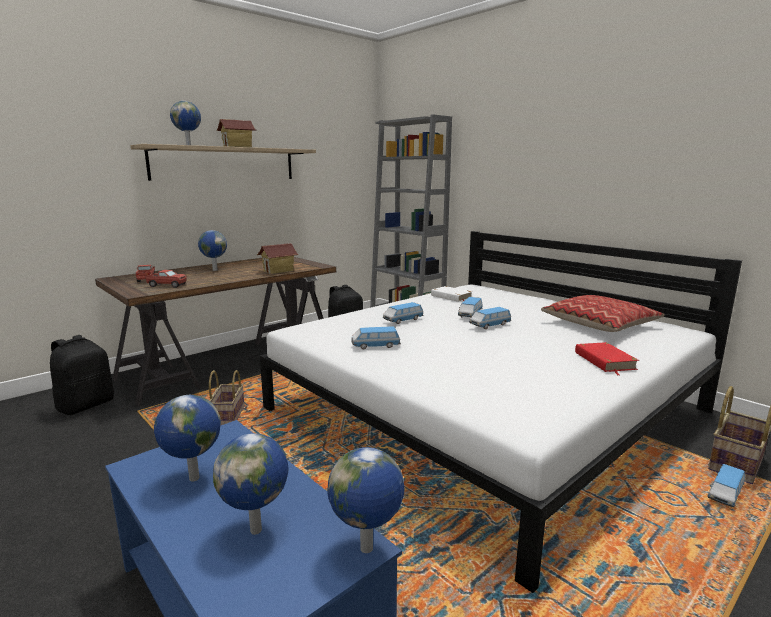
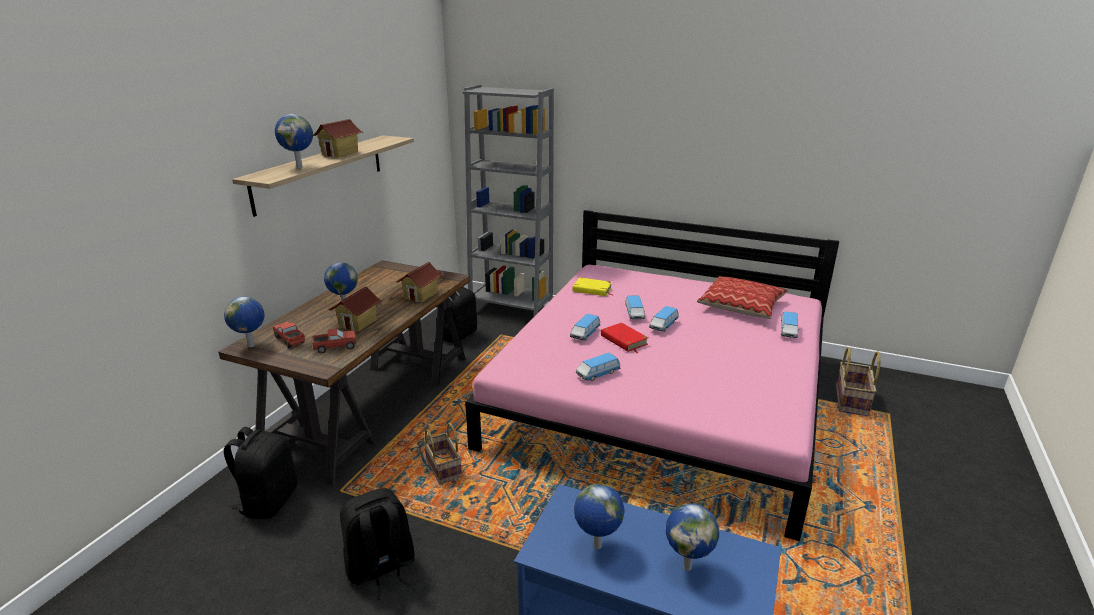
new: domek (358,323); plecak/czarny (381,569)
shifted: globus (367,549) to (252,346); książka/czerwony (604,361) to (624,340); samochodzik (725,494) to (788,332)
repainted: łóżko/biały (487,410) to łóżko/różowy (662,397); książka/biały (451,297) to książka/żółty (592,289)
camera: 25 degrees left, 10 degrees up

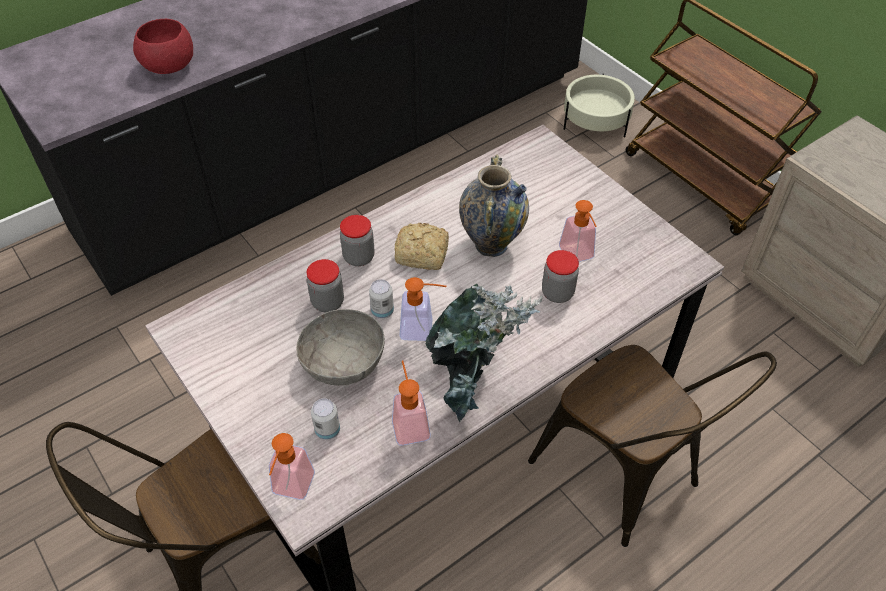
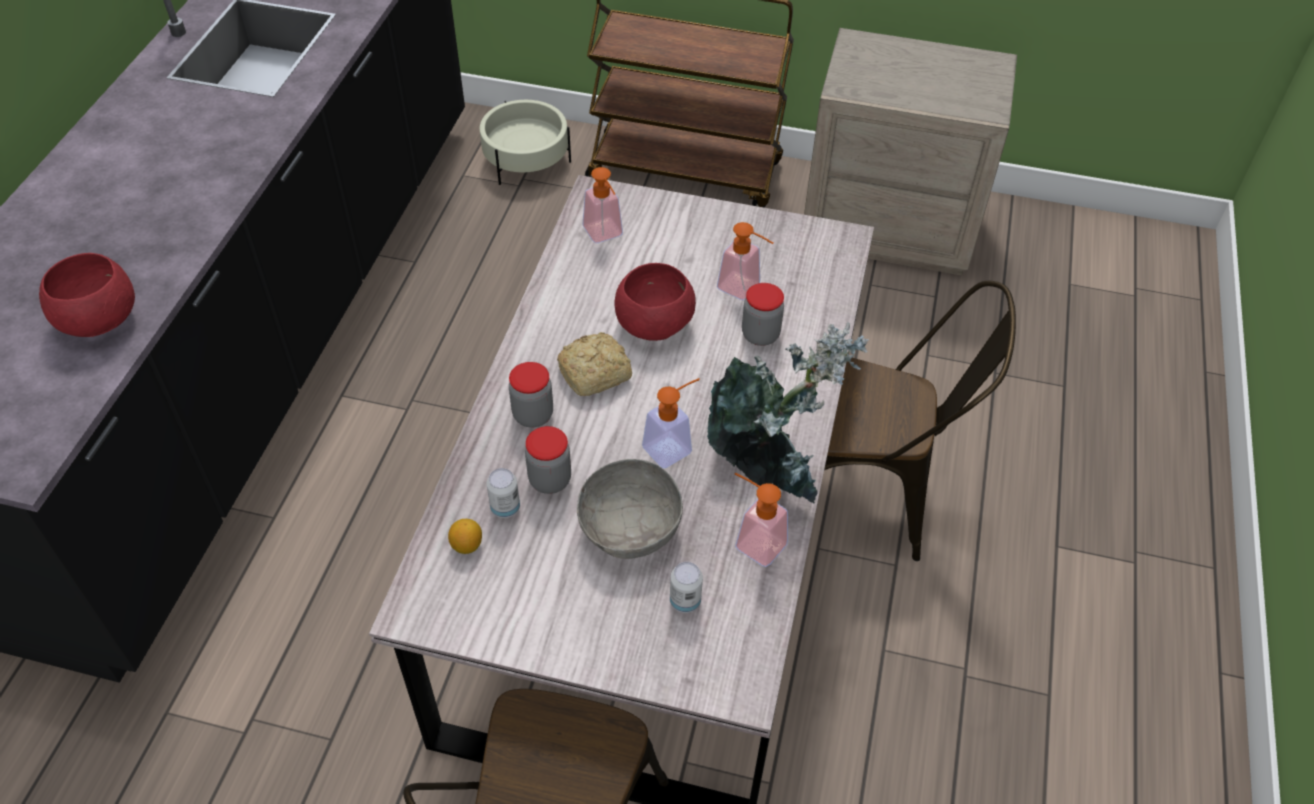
new: cytryna (467,545)
shifted: dozownik mydła (291,490) to (605,235); puszka (382,312) to (505,508)
swapped: wazon (491,244) to miska/czerwony (652,324)
camera: 40 degrees left, 0 degrees up

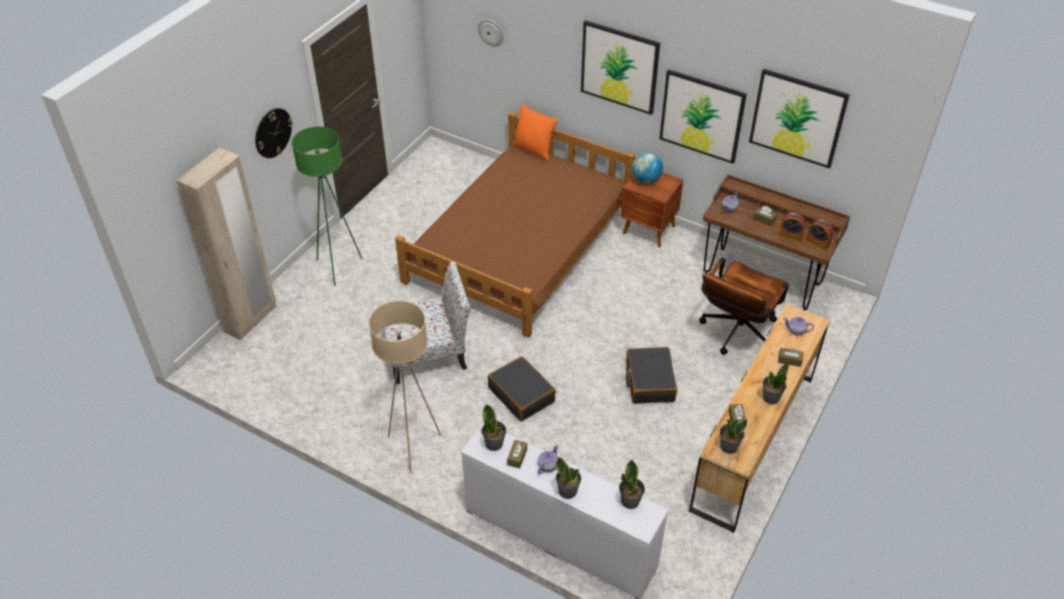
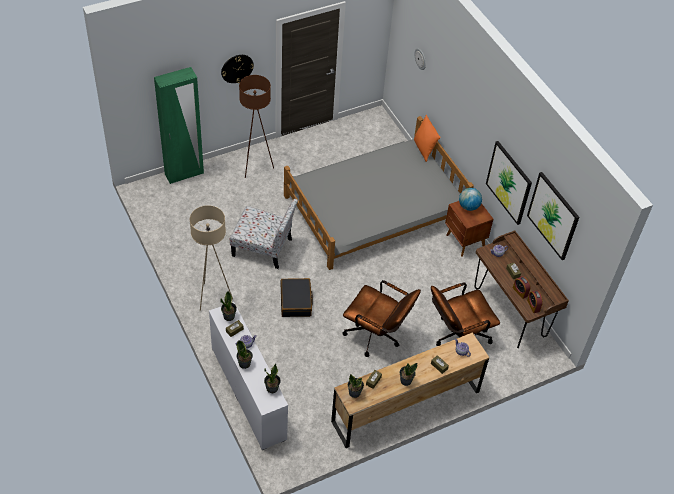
gone: obraz (619,67)
swapped: walizka/czarny (649,381) to krzesło biurowe/brązowy (377,336)
repainted: szafa/beżowy (251,319) to szafa/zielony (184,174); lampa stojąca/zielony (338,267) to lampa stojąca/brązowy (256,167); łóżko/brązowy (519,245) to łóżko/szary (374,208)
camera: 30 degrees right, 5 degrees up

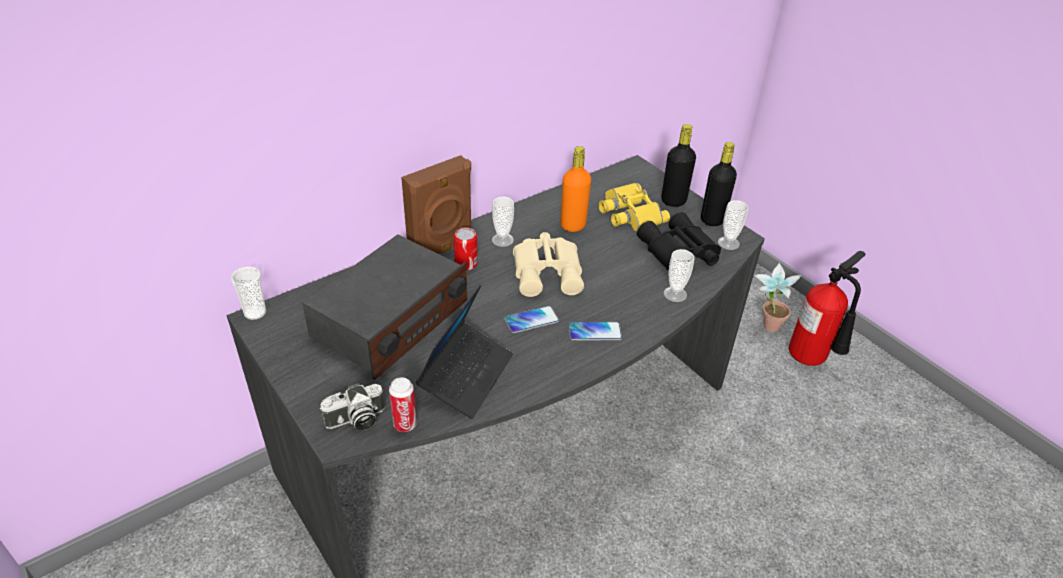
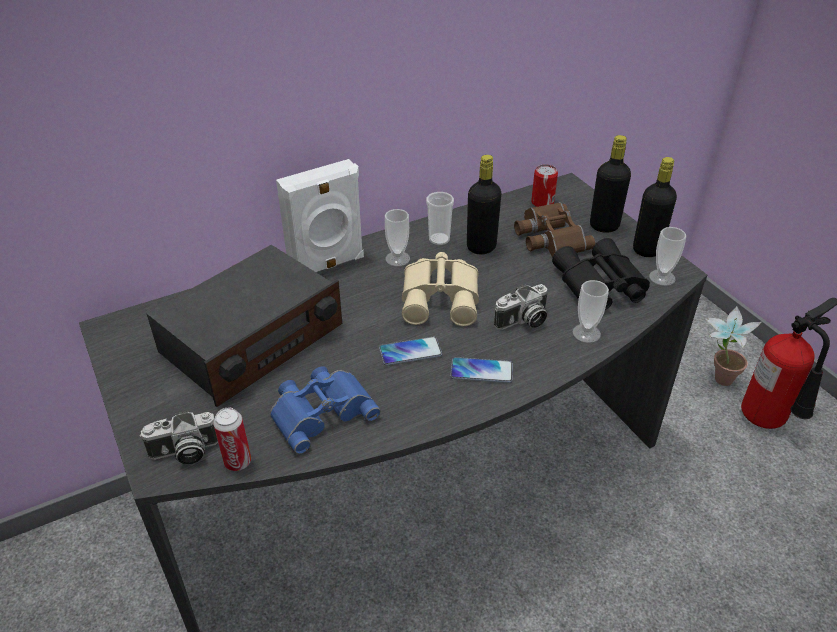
new: aparat fotograficzny (523,321)
shifted: filiżanka (255,313) to (439,239); puszka (466,264) to (542,202)
swapped: laptop (466,375) to lornetka/niebieski (321,411)
repainted: głośnik/brązowy (442,249) to głośnik/biały (327,265); butelka/pomarańczowy (573,225) to butelka/czarny (481,247); lornetka/żółty (629,213) to lornetka/brązowy (549,237)
camera: 10 degrees right, 0 degrees up

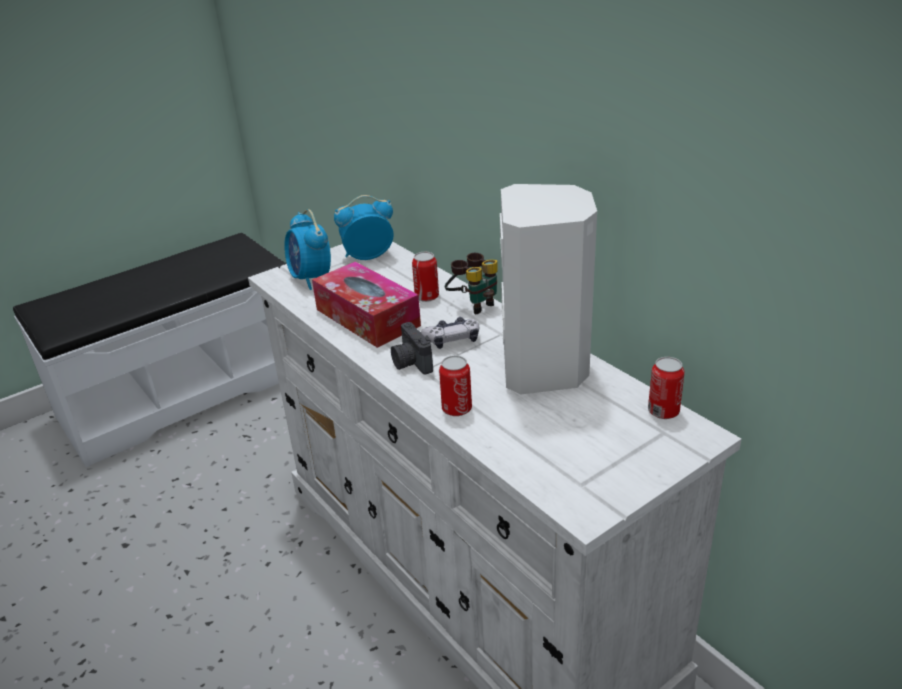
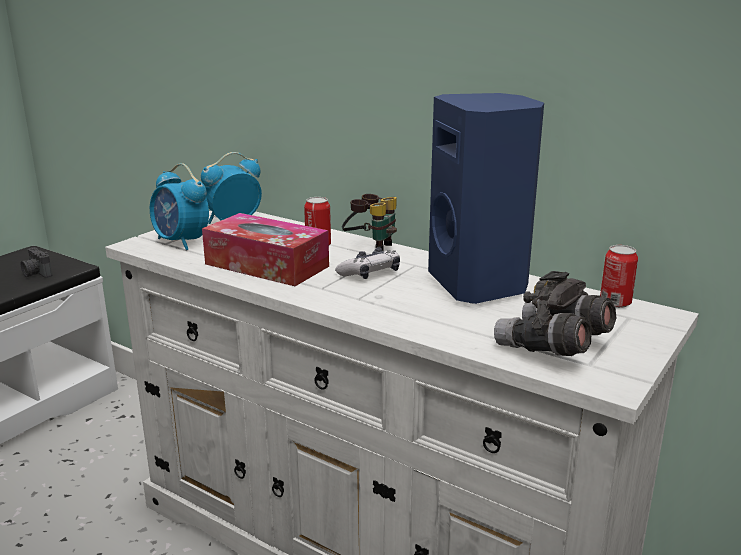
gone: puszka (456,409)
new: lornetka/szary (552,347)
shifted: aparat fotograficzny (410,363) to (36,273)
repainted: głośnik/biały (545,369) to głośnik/niebieski (480,285)
camera: 20 degrees left, 10 degrees down

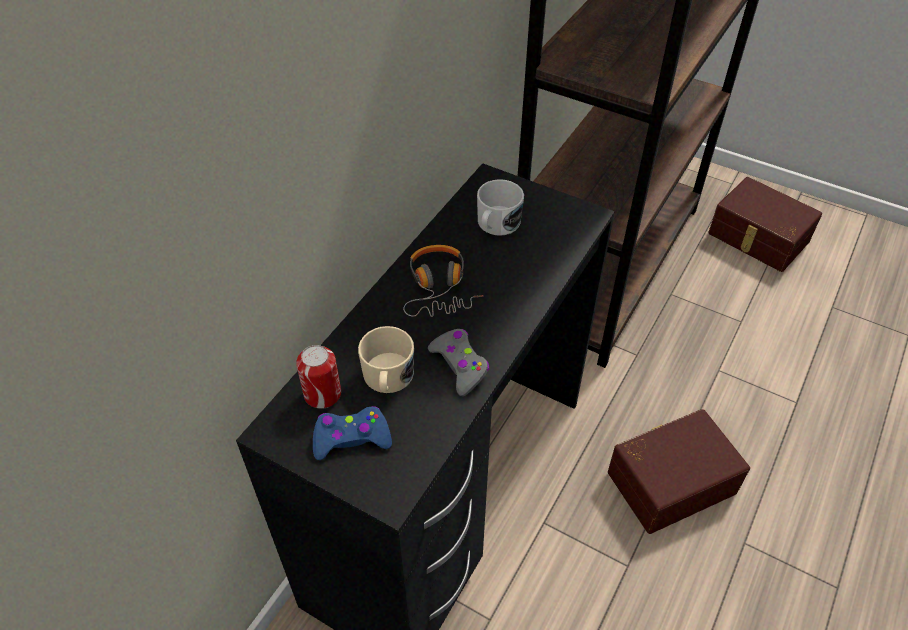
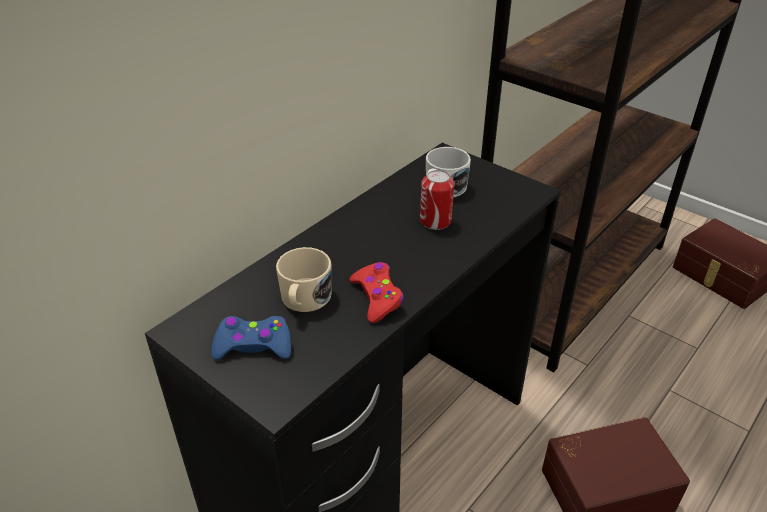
gone: słuchawki (439,288)
shifted: puszka (322,394) to (435,221)
repainted: pad do gier/szary (460,365) to pad do gier/czerwony (377,297)
camera: 10 degrees right, 10 degrees down

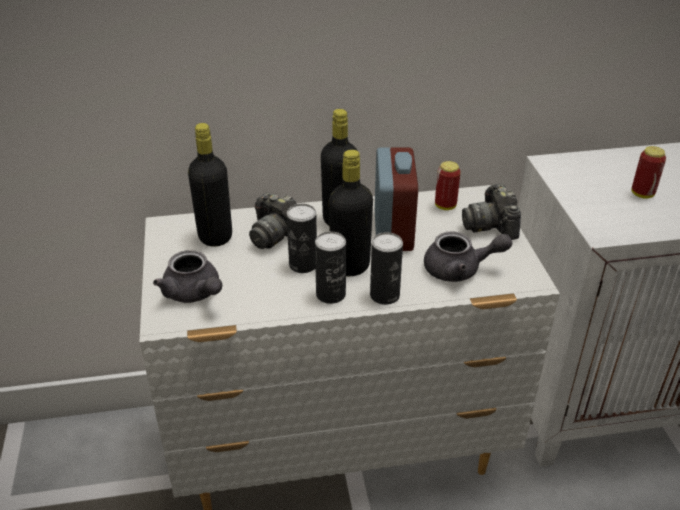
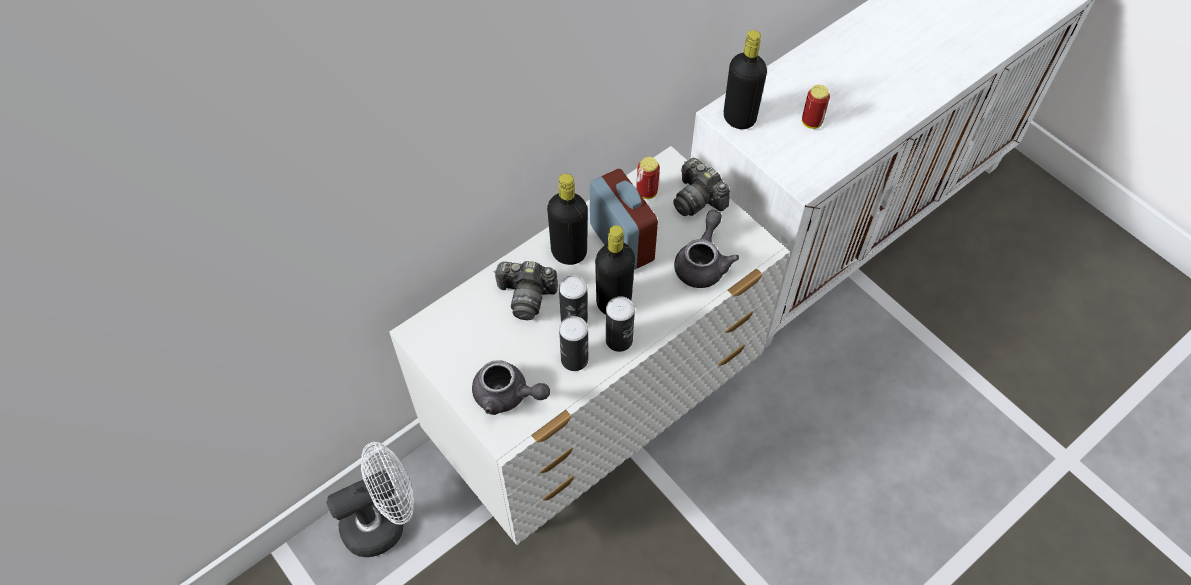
new: wentylator/biały (383,521)
shifted: butelka/czarny (215,237) to (739,118); puszka (384,295) to (574,359)
rotated: imbryk/szary (460,270) = (703,263) 45 degrees counterclockwise
camera: 30 degrees left, 20 degrees up

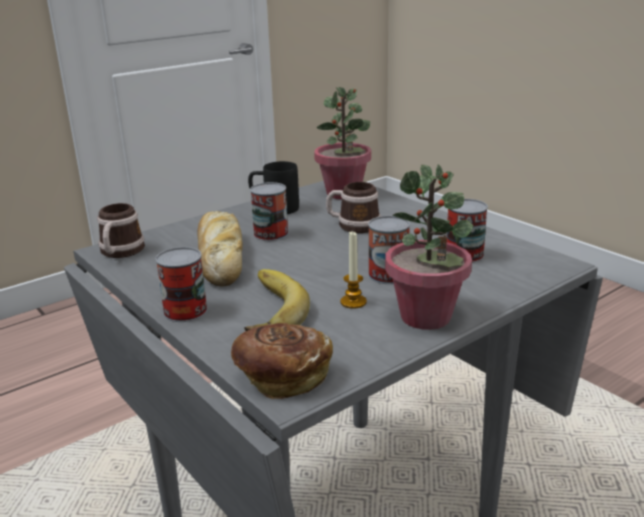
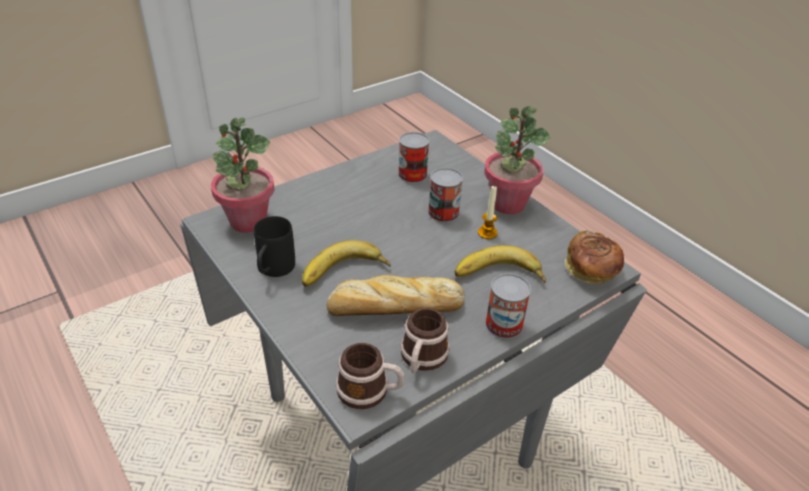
shifted: kubek (353,225) to (422,359)
swapped: puszka (271,234) to banan (345,274)
camera: 90 degrees left, 15 degrees up

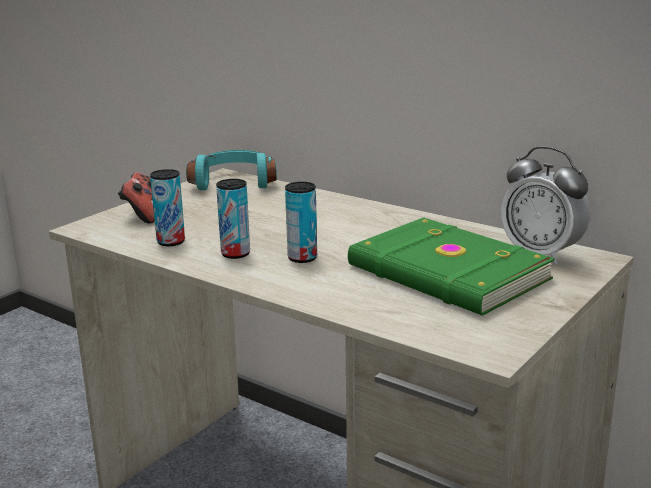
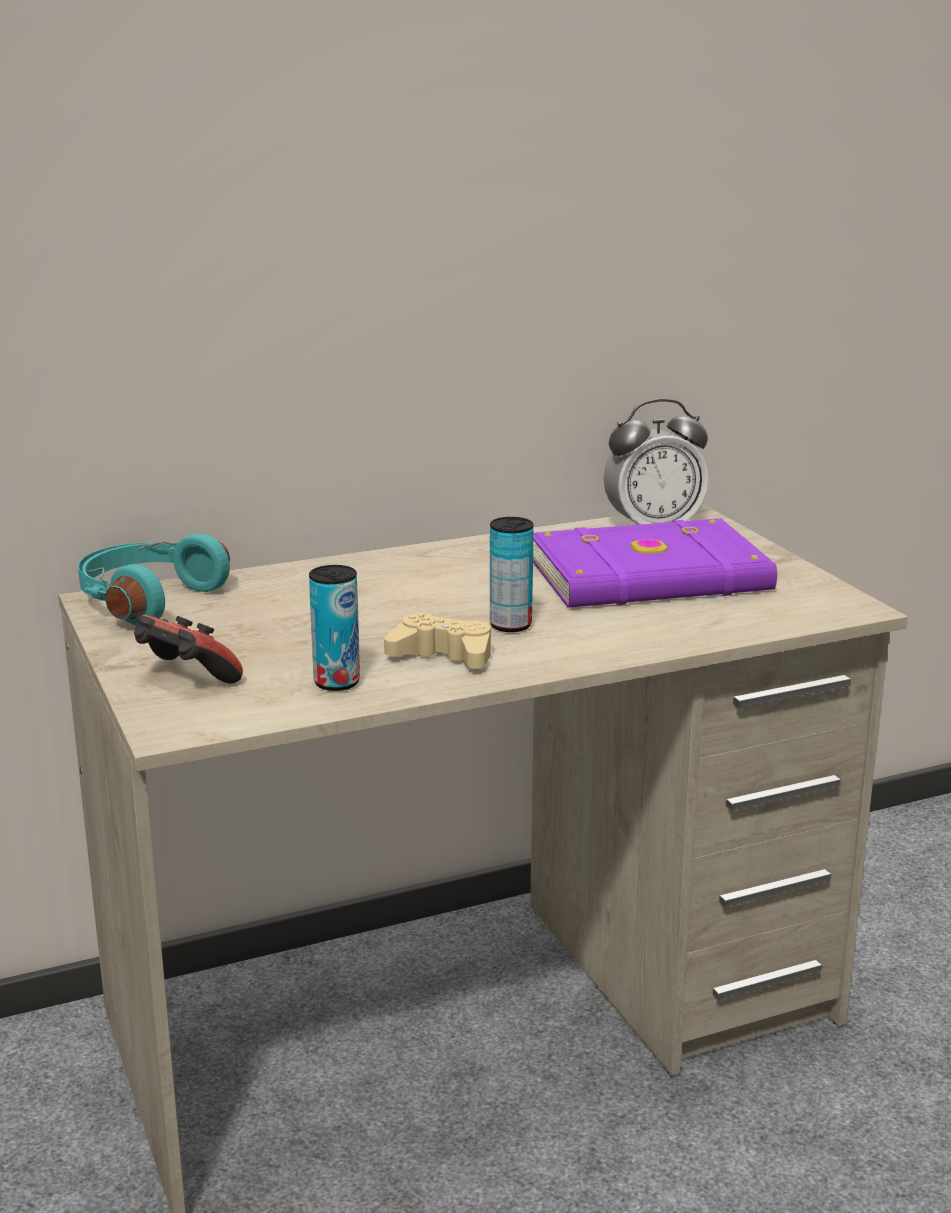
swapped: puszka (235,254) to pad do gier/beżowy (443,655)
repainted: książka/zielony (447,274) to książka/fioletowy (651,576)
camera: 60 degrees left, 0 degrees up

